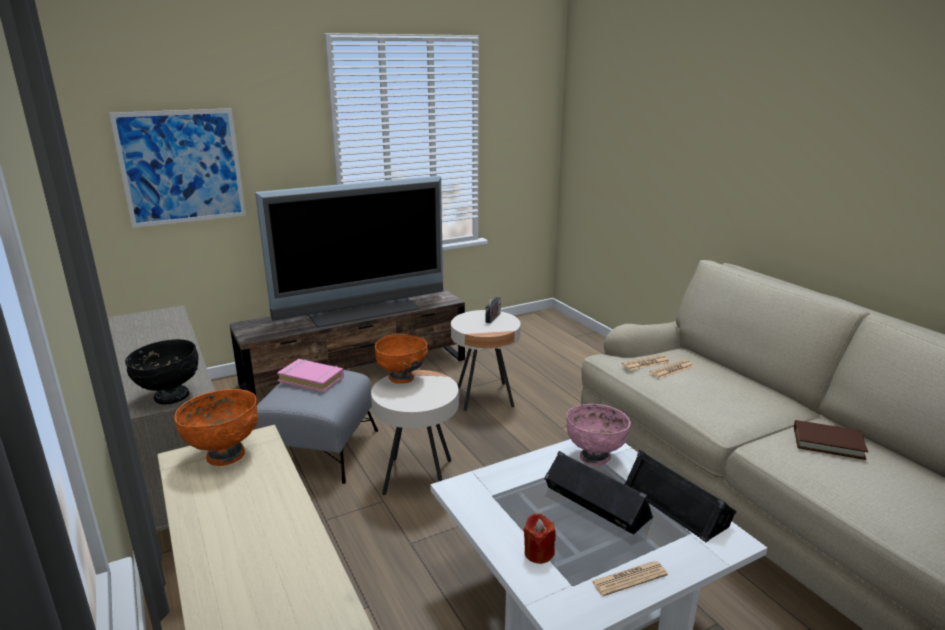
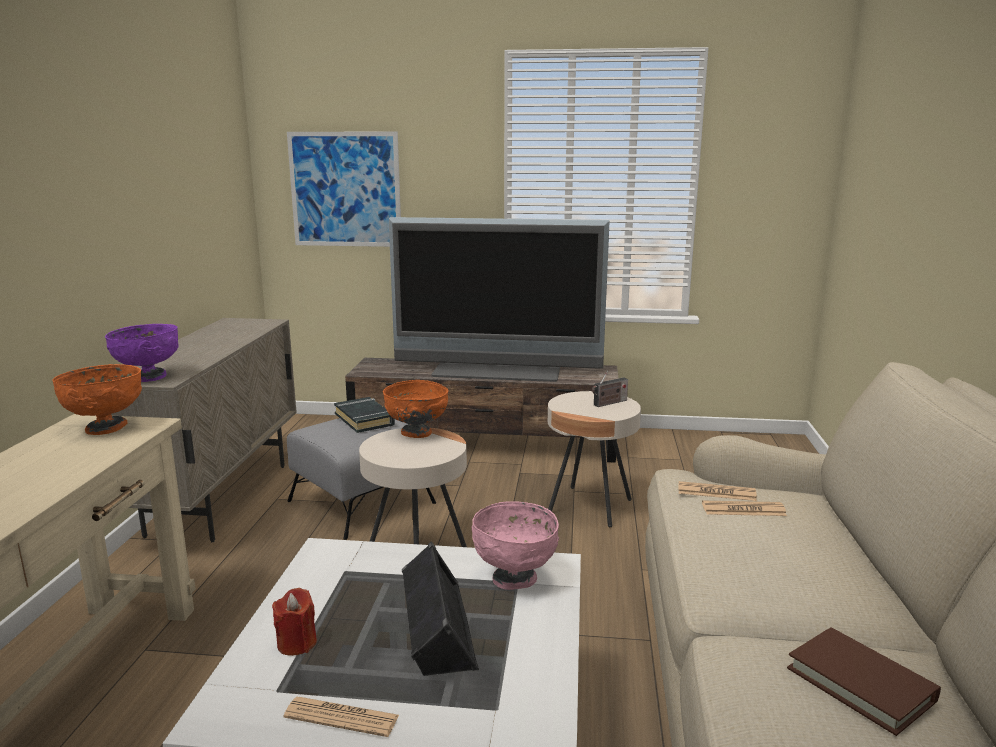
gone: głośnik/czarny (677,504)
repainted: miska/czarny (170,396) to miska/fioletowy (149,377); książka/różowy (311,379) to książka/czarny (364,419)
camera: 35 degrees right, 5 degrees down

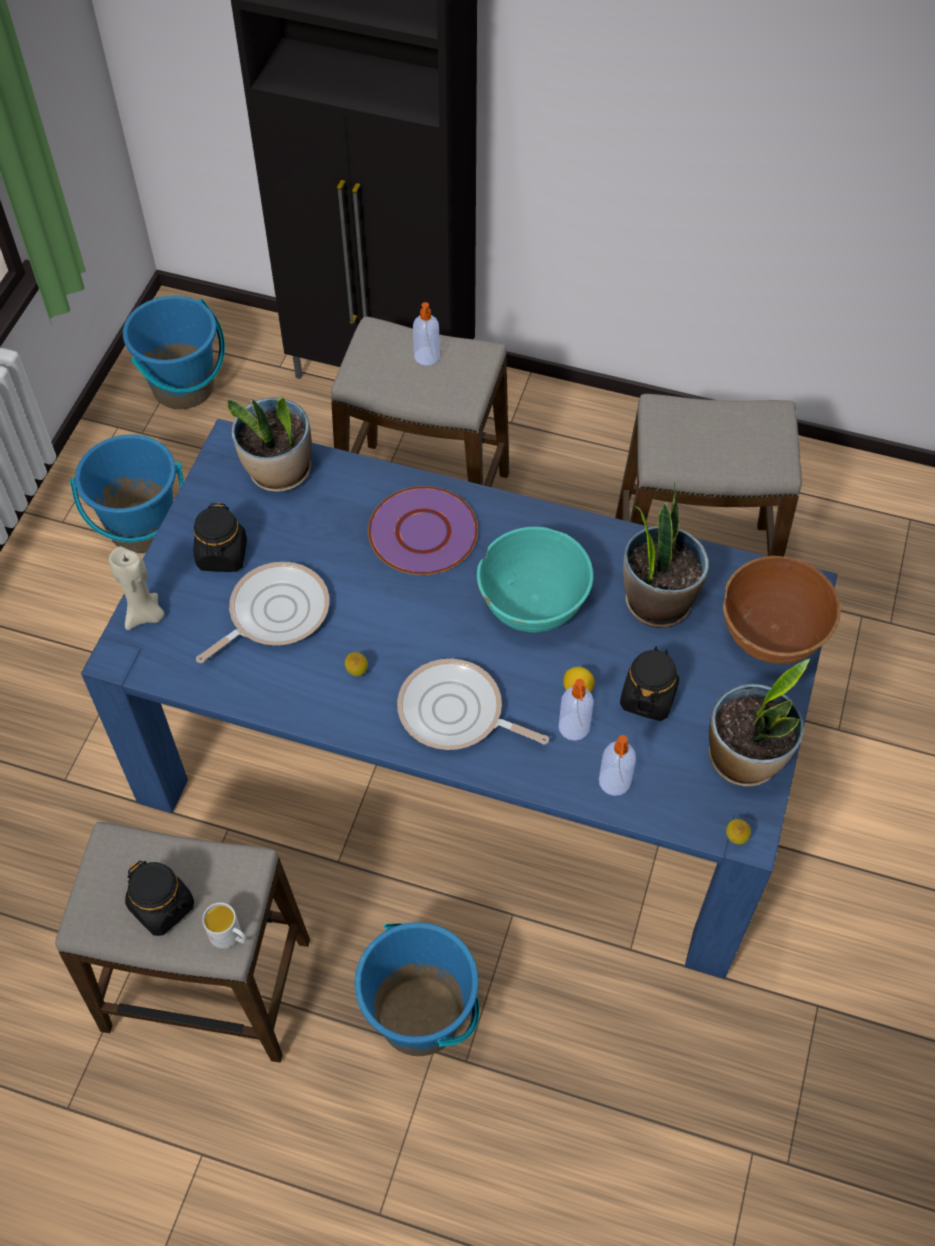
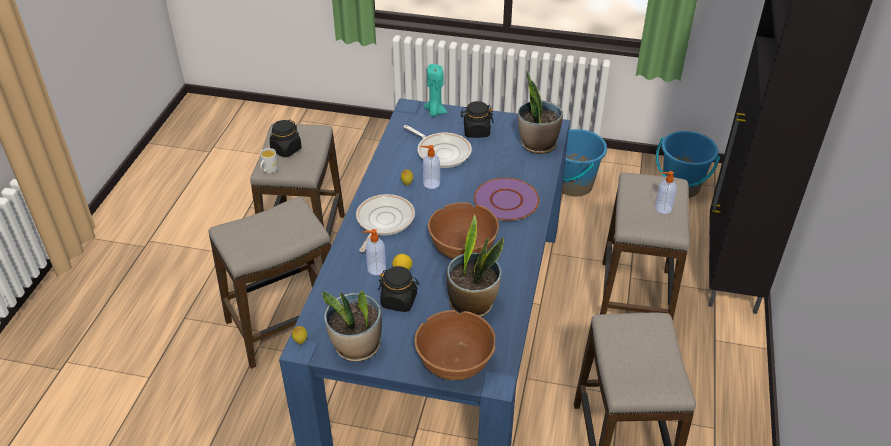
shifted: dozownik mydła (614,783) to (430,183)
swapped: wiadro/niebieski (420,1016) to stołek (284,325)
repainted: świeca/beżowy (145,615) to świeca/turkusowy (435,112); miska/turkusowy (533,603) to miska/brązowy (462,248)
camera: 85 degrees right, 15 degrees down

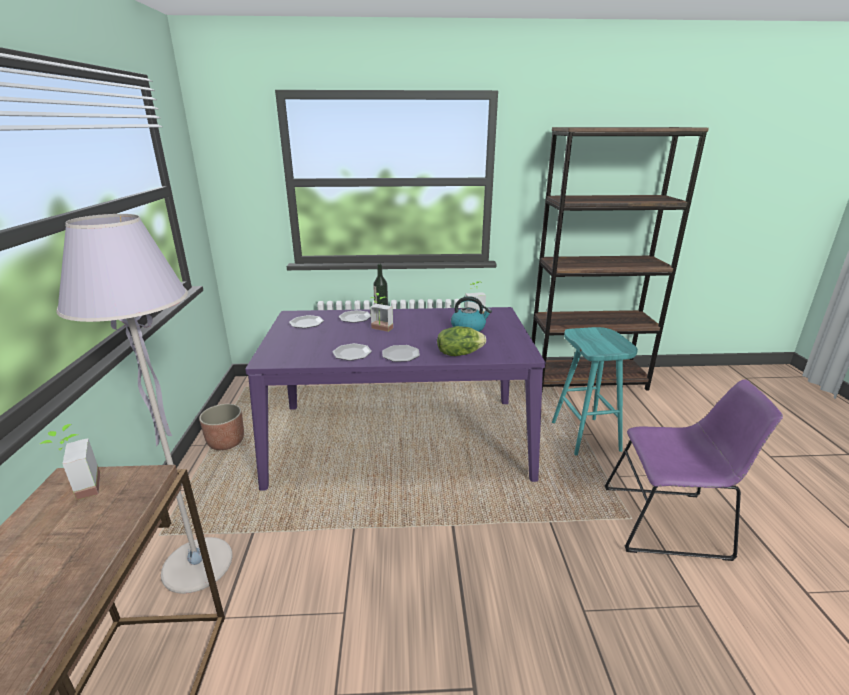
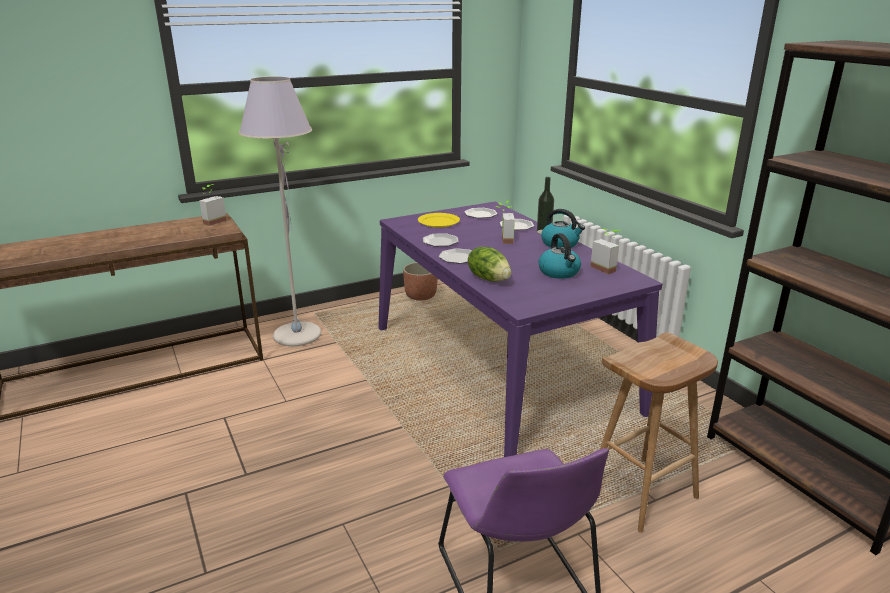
new: talerz/żółty (439,222); czajnik (560,244)
repainted: stołek/turkusowy (586,436) to stołek/brązowy (641,494)
camera: 65 degrees right, 0 degrees up

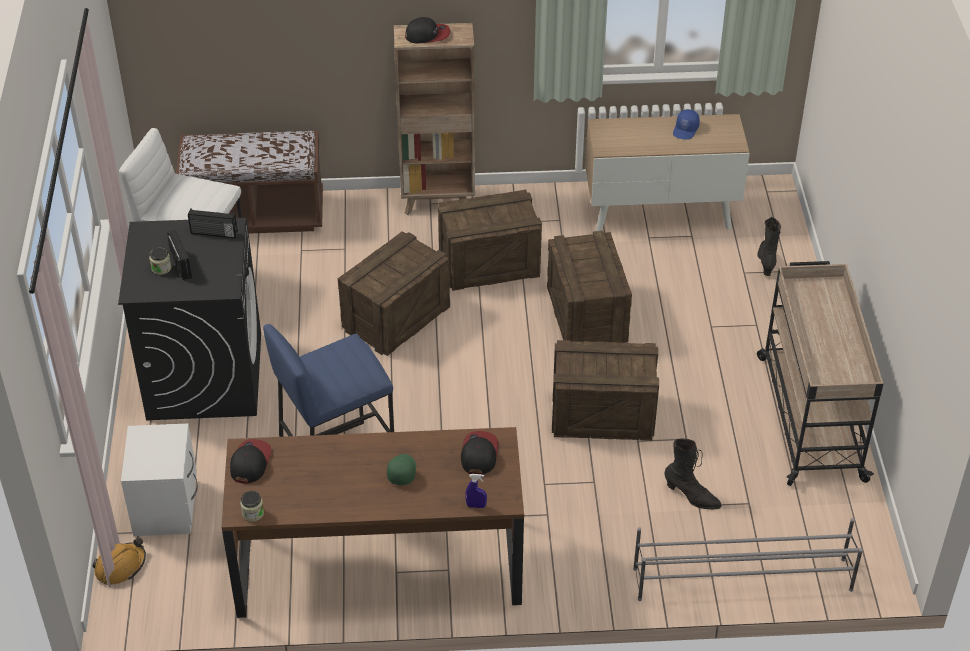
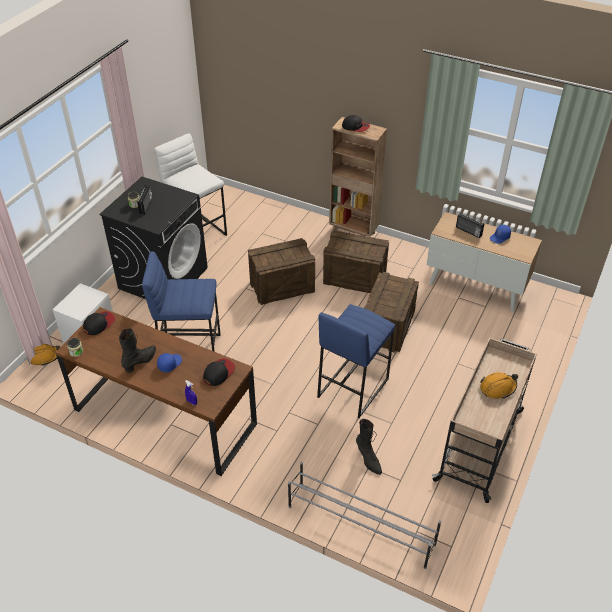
gone: ławka/brązowy (255,215)
new: kask/pomarańczowy (498,388)
shifted: radio (214,233) to (468,231); but z cholewką/czarny (766,262) to (140,362)
swapped: skrzynka (602,415) to stołek/niebieski (352,387)
repainted: czapka z daszkiem/zielony (401,471) to czapka z daszkiem/niebieski (169,364)
camera: 30 degrees right, 0 degrees up

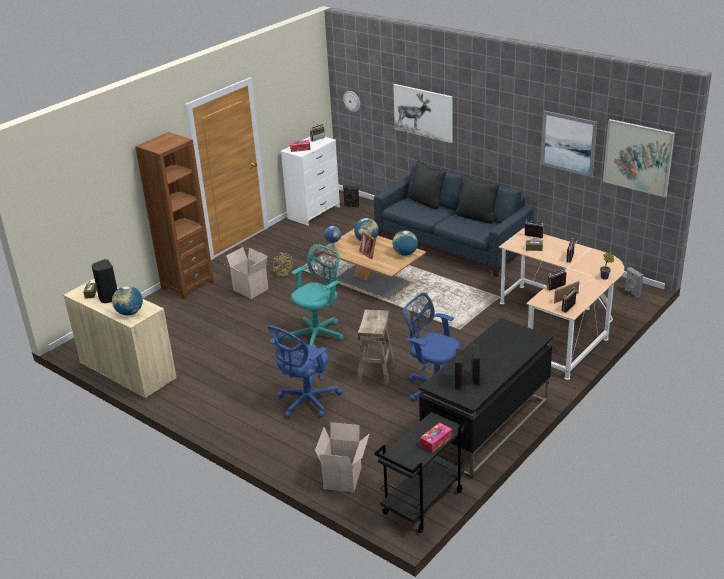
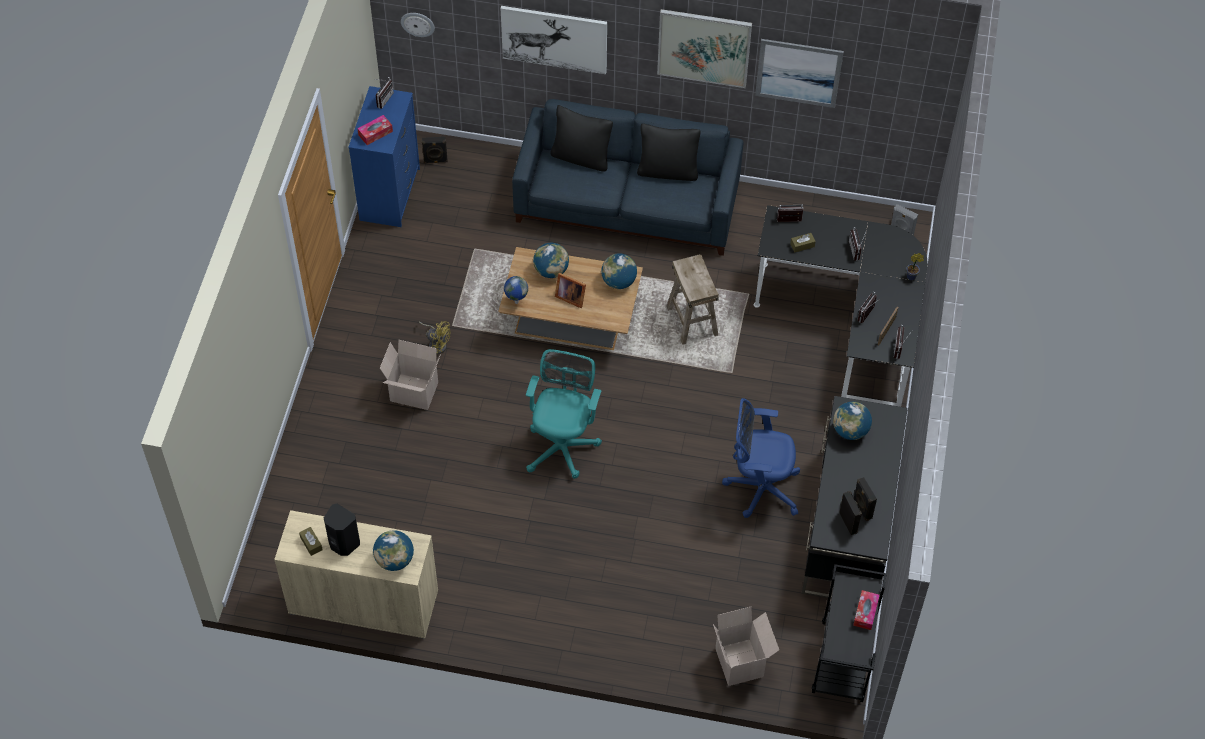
gone: regał/brązowy (187,285); krzesło biurowe/niebieski (306,402)
new: globus (850,431)
shifted: stołek/beżowy (375,371) to (691,321); obraz (638,157) to (704,47)
repainted: komoda/biały (314,213) to komoda/niebieski (390,194); biurko/beżowy (561,327) to biurko/czarny (848,325)
camera: 30 degrees left, 25 degrees up

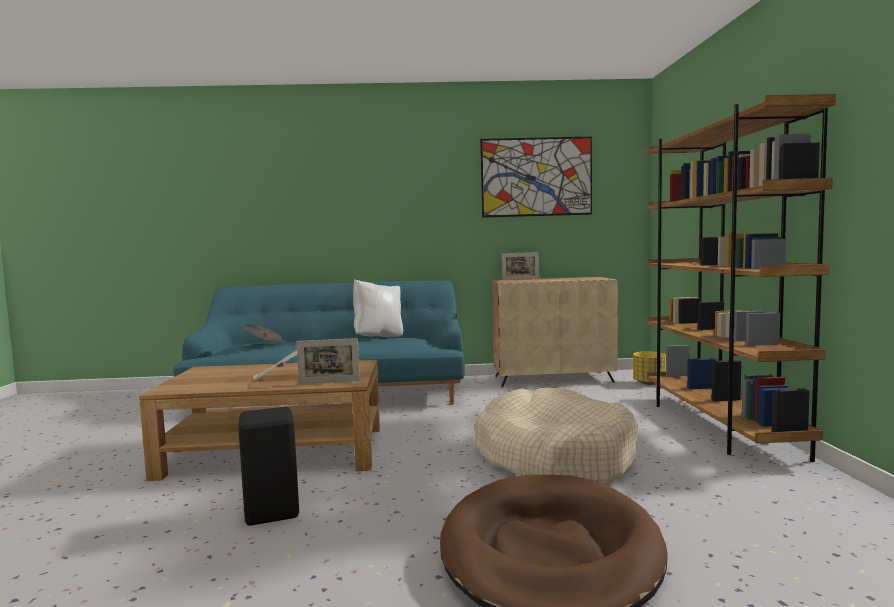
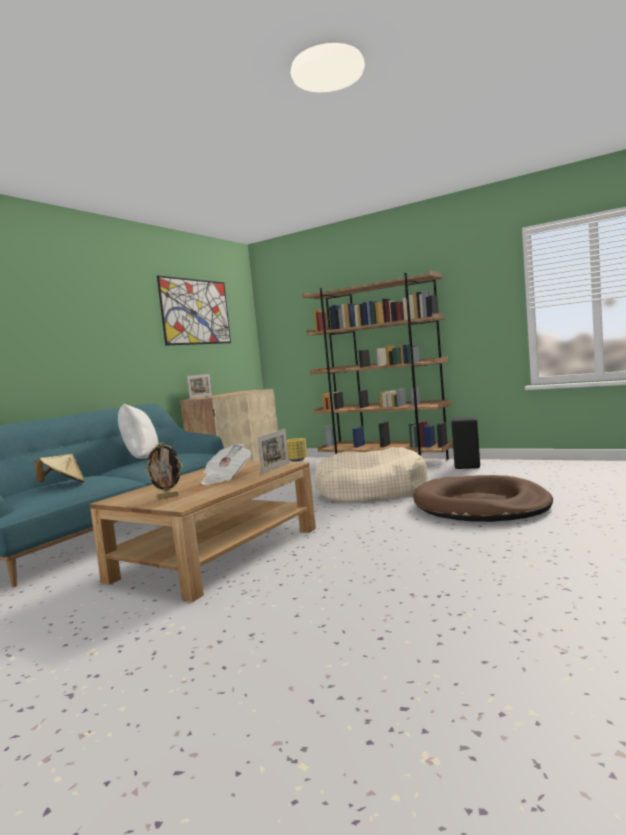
new: ramka na zdjęcie (167,497)
shifted: stołek/czarny (273,512) to (468,466)
swapped: gazeta (266,345) to kapelusz/beżowy (64,485)
camera: 55 degrees left, 0 degrees up

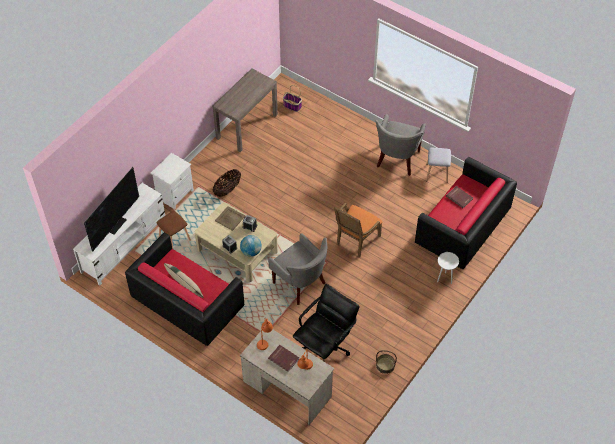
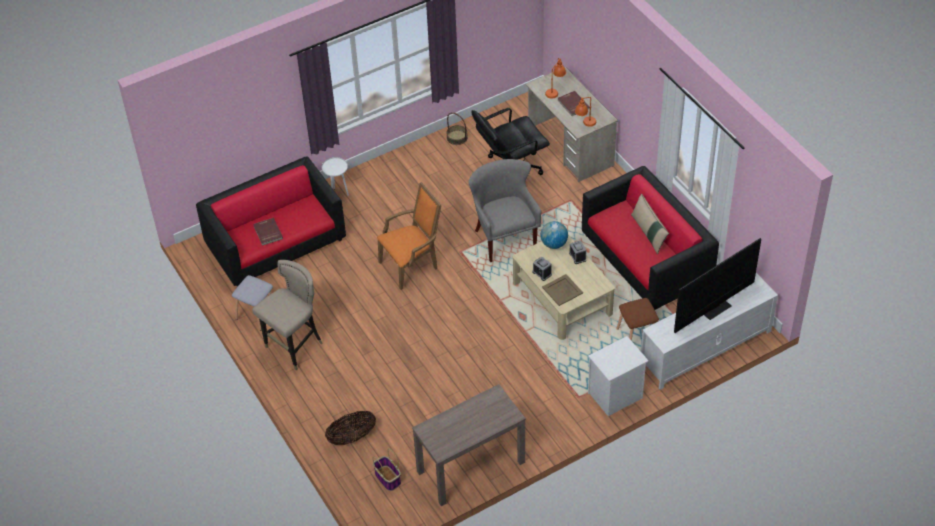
shifted: koszyk (227,190) to (352,437)
swapped: fotel/szary (397,160) to stołek/beżowy (294,347)
camera: 155 degrees left, 5 degrees down

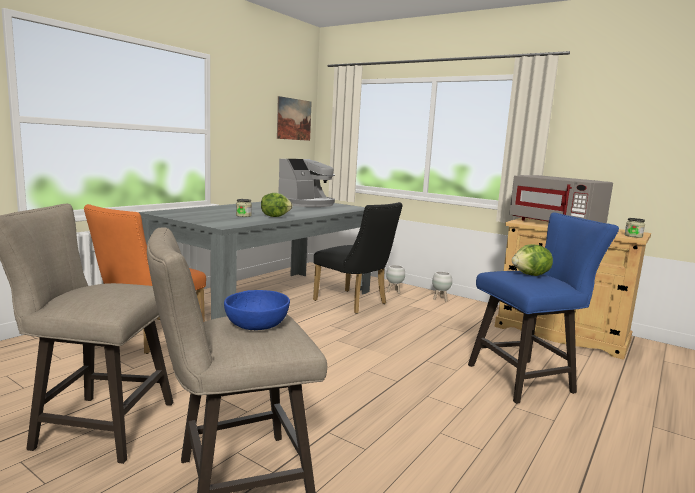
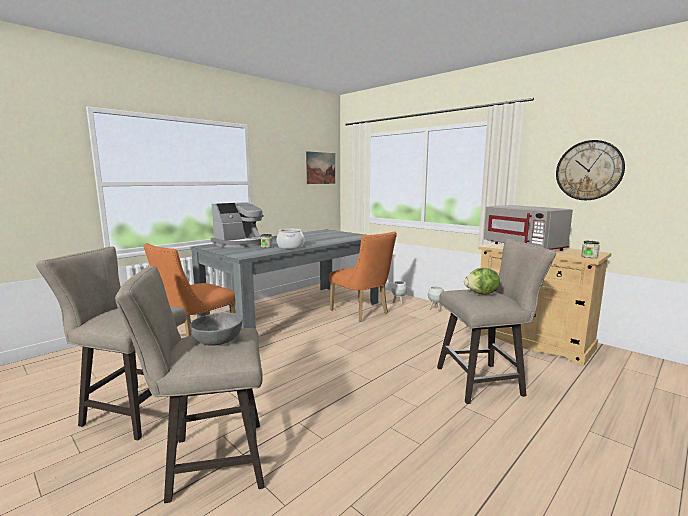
new: zegar ścienny (589,170)
shifted: ekspres do kawy (307,204) to (240,243)
swapped: sałata (275,216) to garnek (290,247)
repainted: miska/niebieski (257,324) to miska/szary (217,340); krzesło/czarny (354,303) to krzesło/pomarańczowy (362,313); stołek/niebieski (527,378) to stołek/beżowy (485,381)
camera: 10 degrees right, 0 degrees up

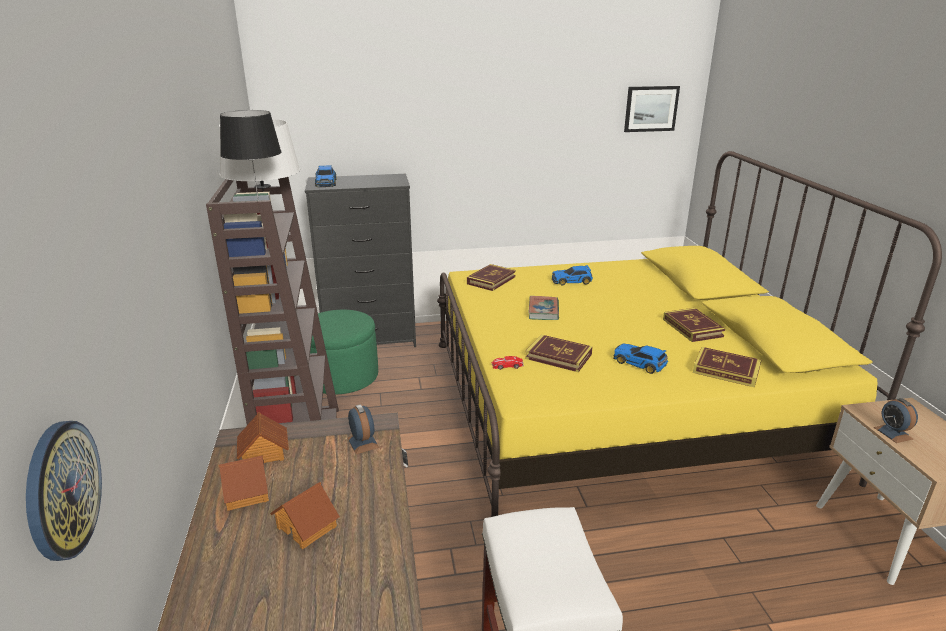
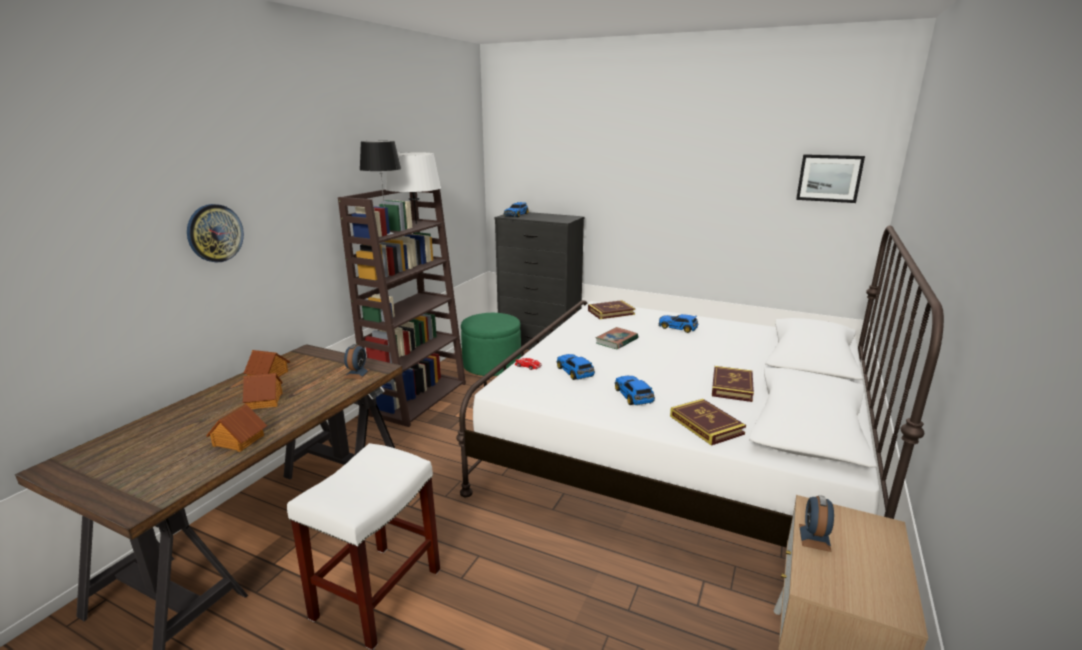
shifted: zegar ścienny (62,489) to (214,233); domek (263,453) to (238,441)
swapped: książka (558,356) to samochodzik (575,372)
repainted: łóżko/żółty (617,403) to łóżko/biały (677,451)
camera: 35 degrees right, 5 degrees down

